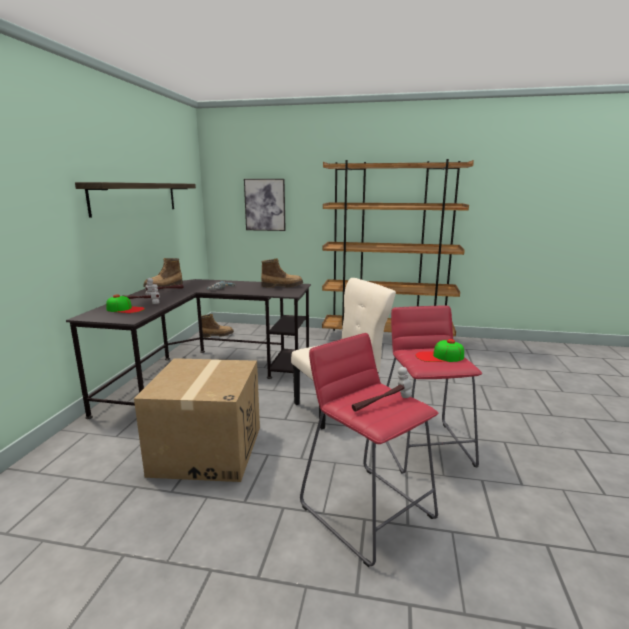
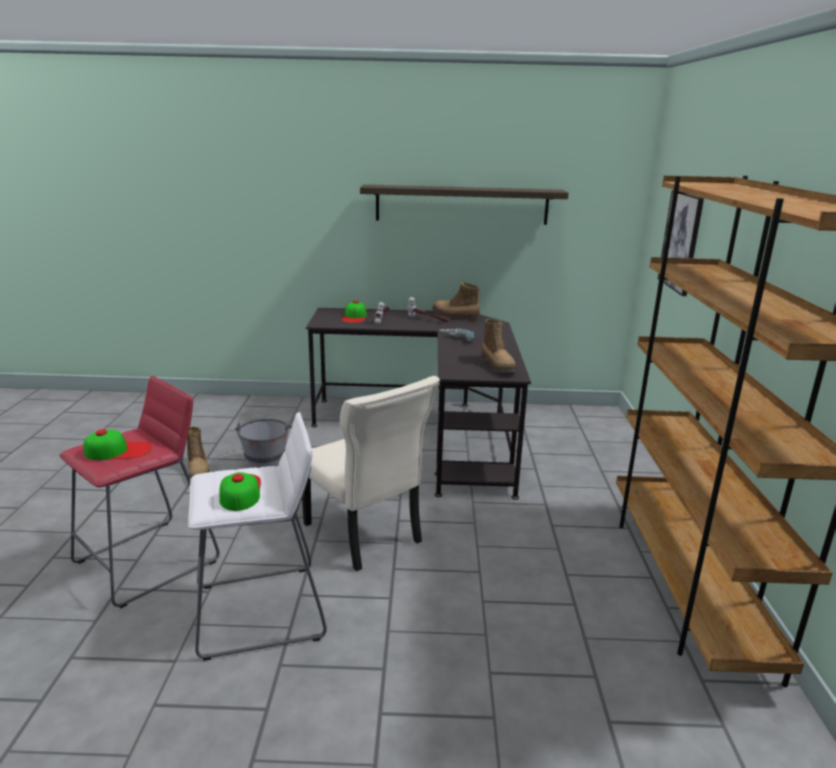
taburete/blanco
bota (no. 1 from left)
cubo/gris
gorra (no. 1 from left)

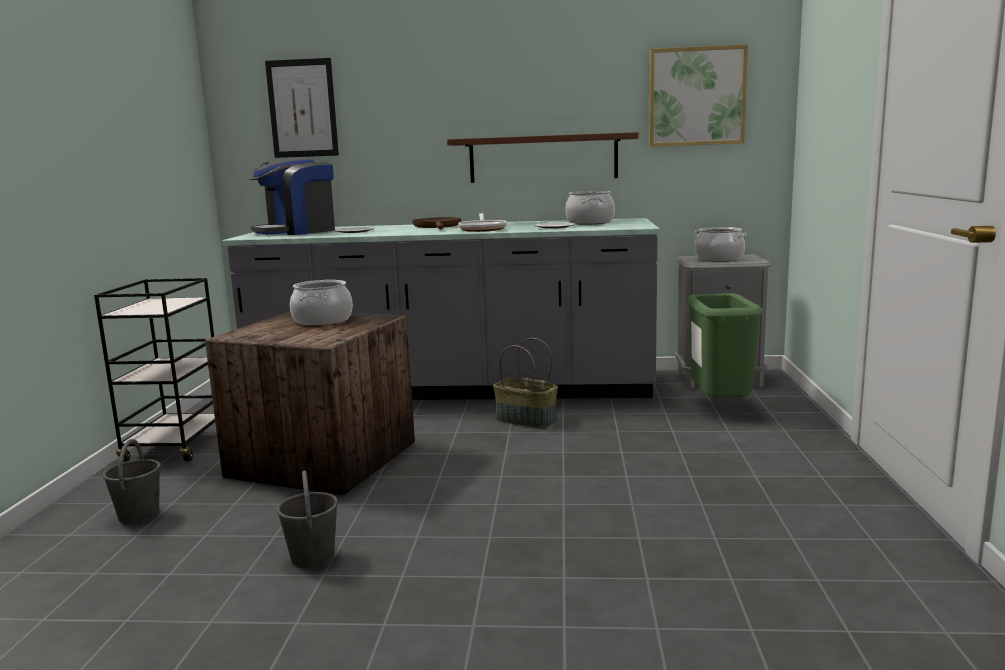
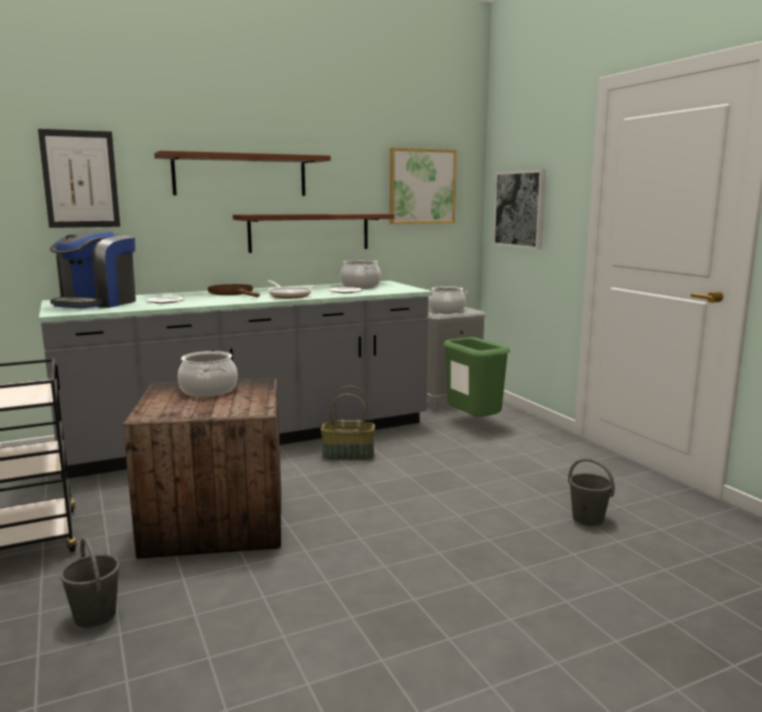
cubo/gris (no. 2 from left)
estante/marrón (no. 1 from left)
cuadro (no. 3 from left)

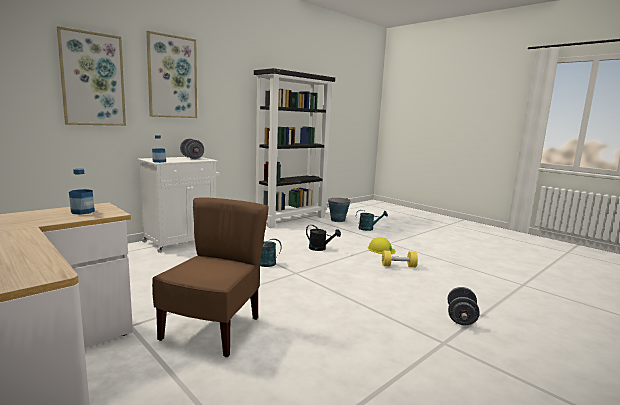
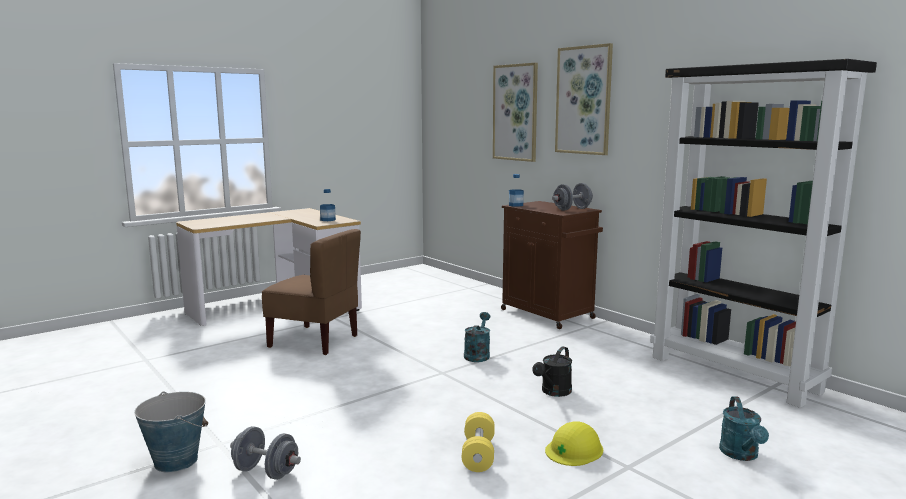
armario/marrón
cubo

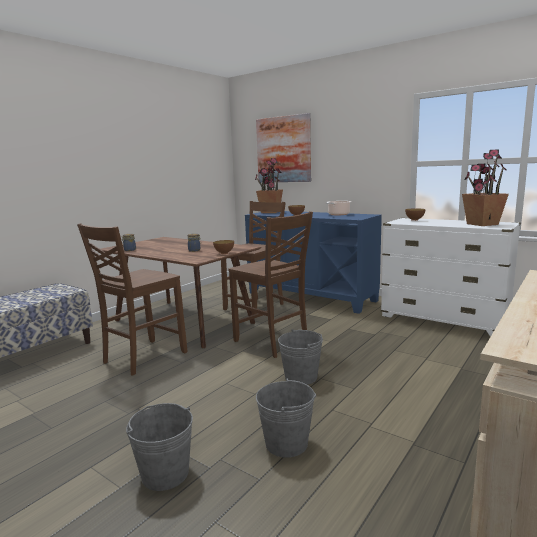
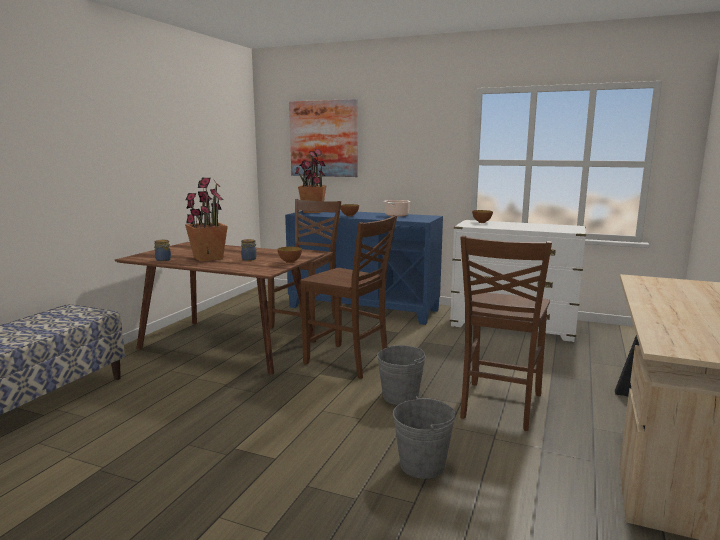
planta en maceta (no. 1 from left)
silla/marrón (no. 3 from left)
cubo/gris (no. 1 from left in the first image)

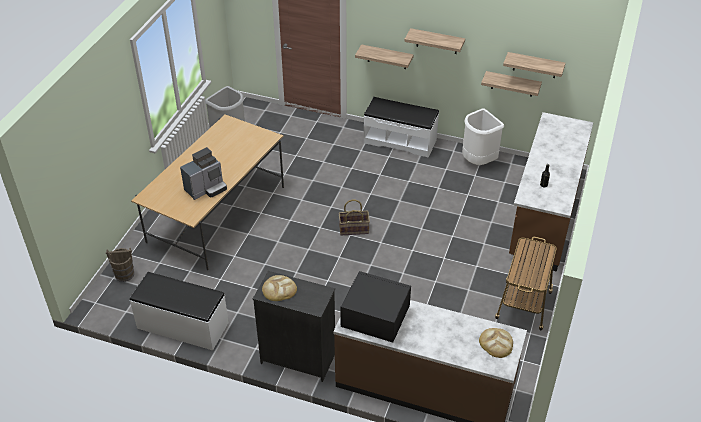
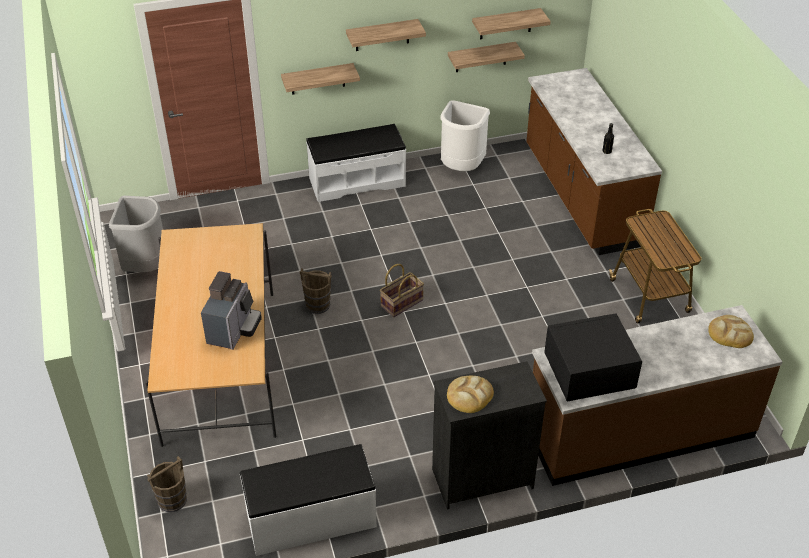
cubo/marrón (no. 2 from left)

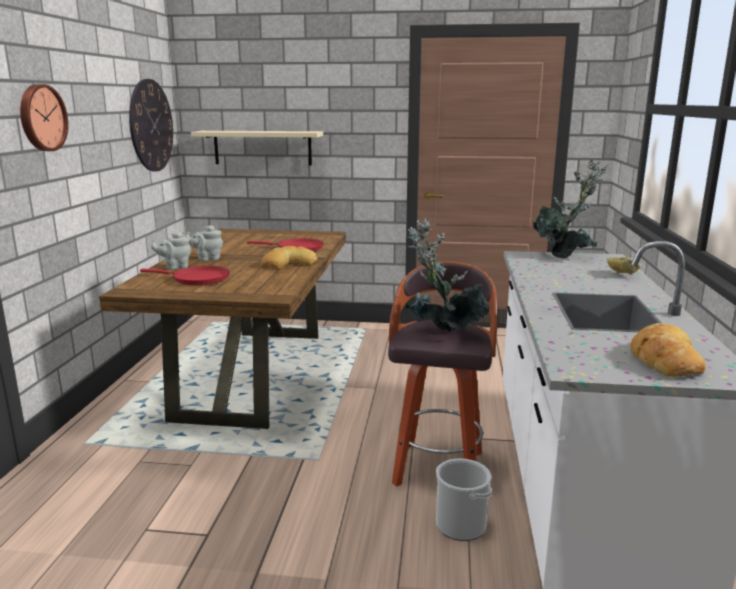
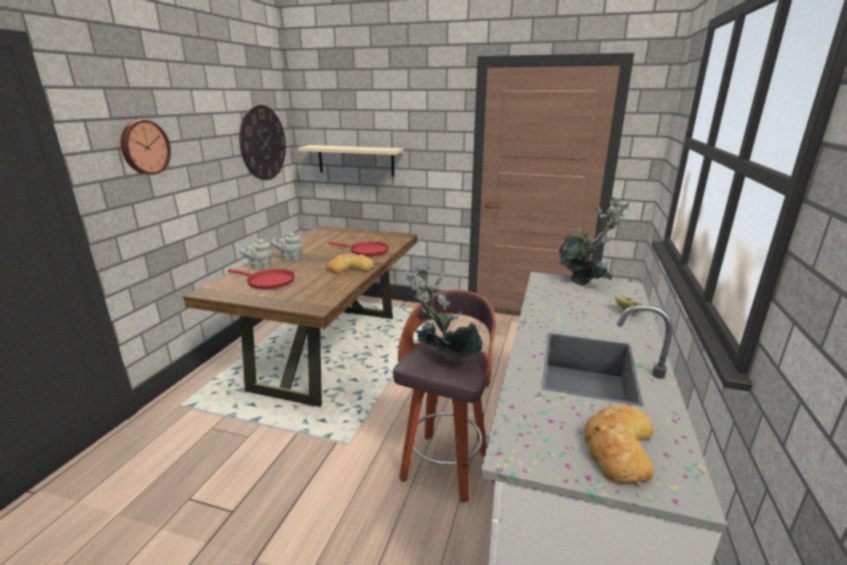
cubo

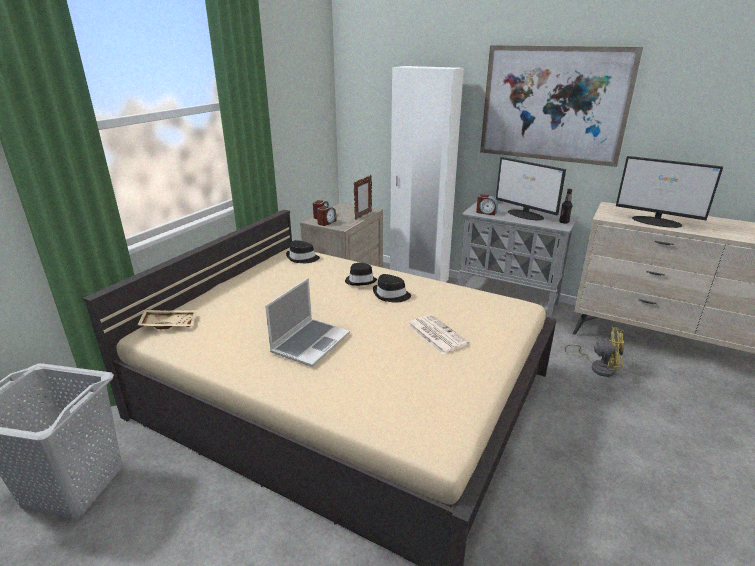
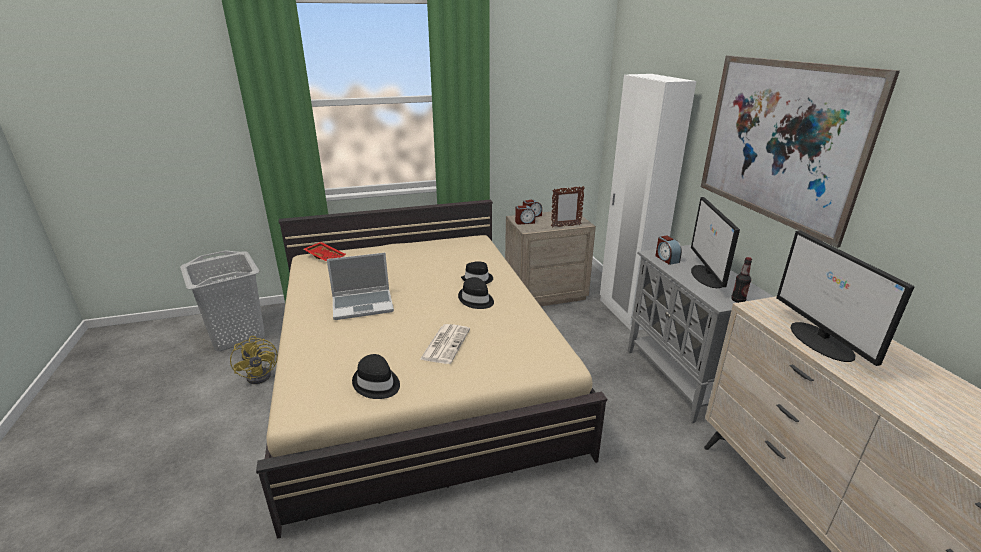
sombrero/negro (no. 1 from left)
bandeja/rojo
ventilador/amarillo

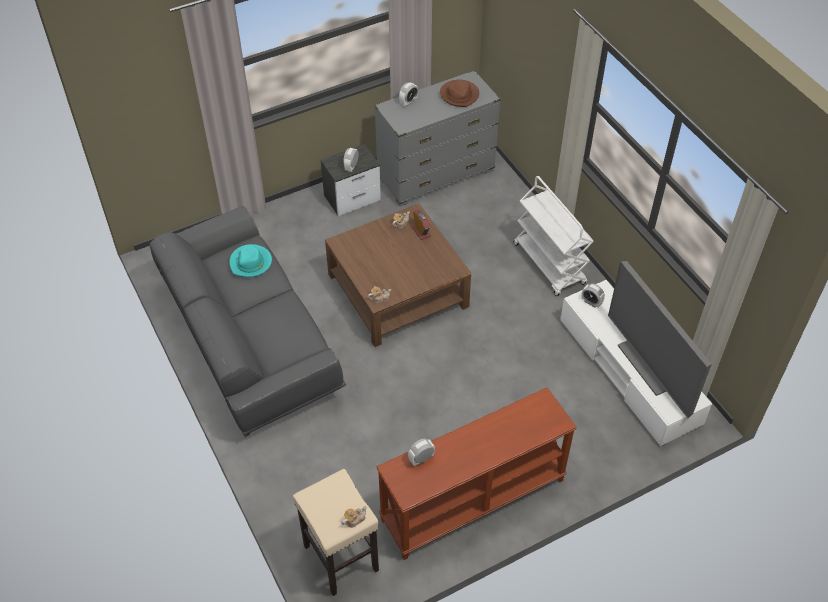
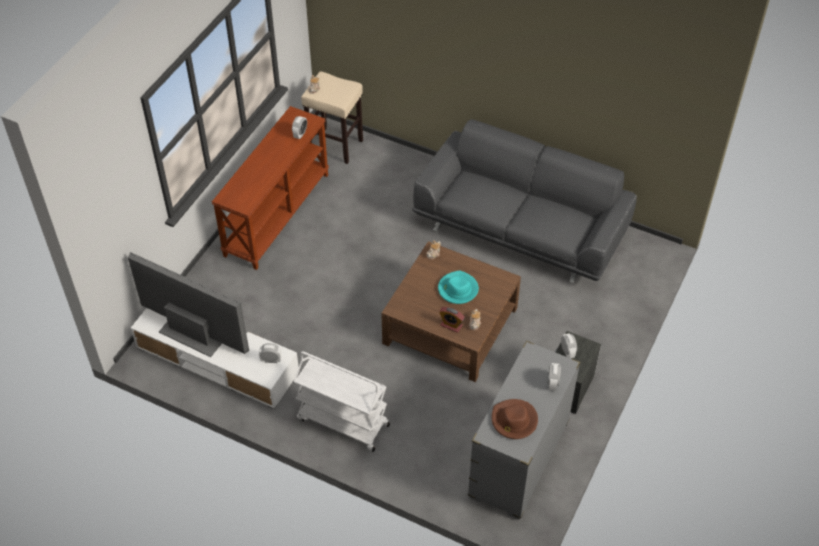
sombrero/turquesa

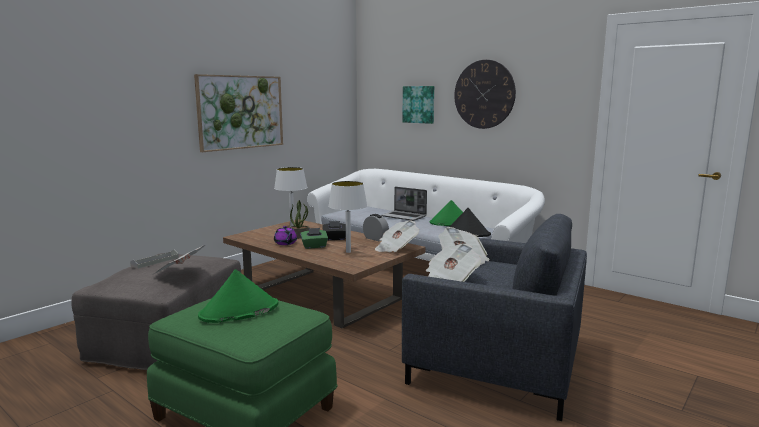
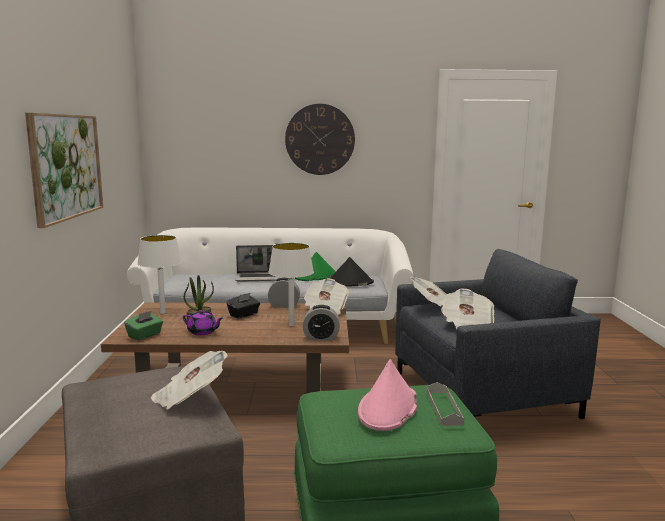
cuadro (no. 2 from left in the first image)
caja de pañuelos/verde
bandeja/gris
sombrero/rosa
despertador (no. 2 from left)

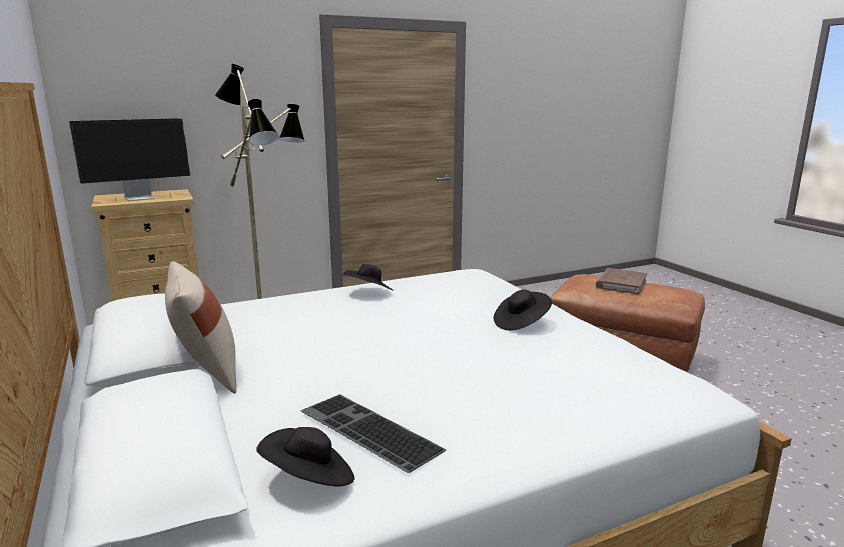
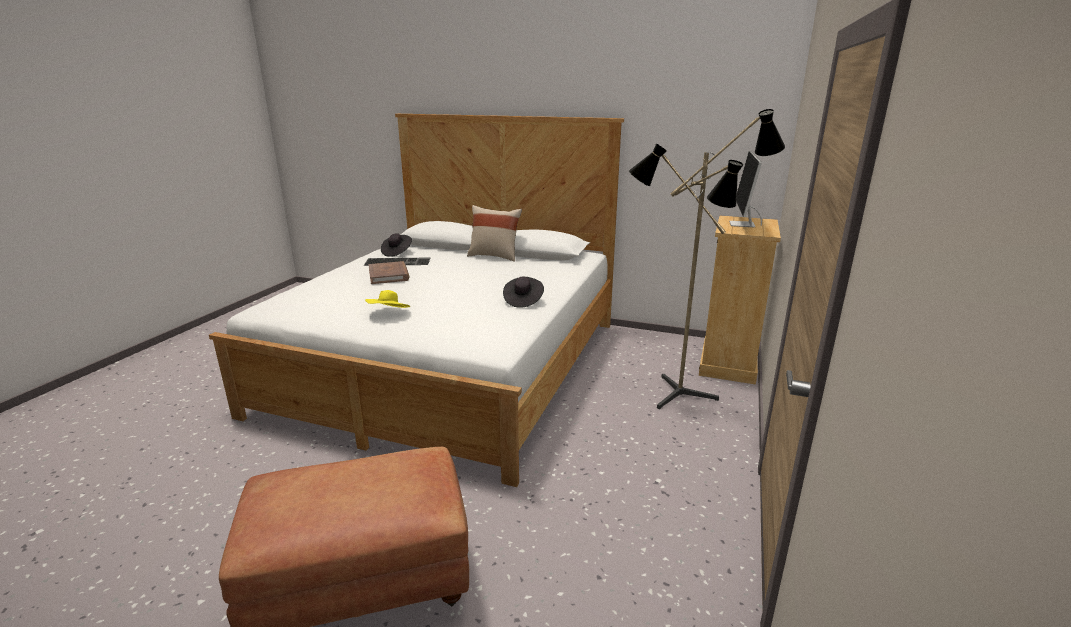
libro/marrón
sombrero/amarillo

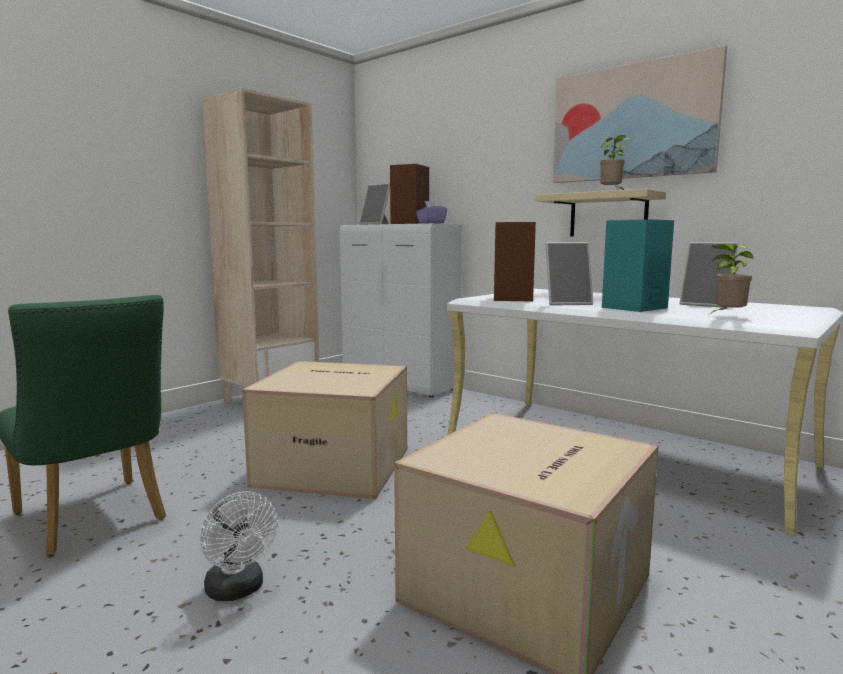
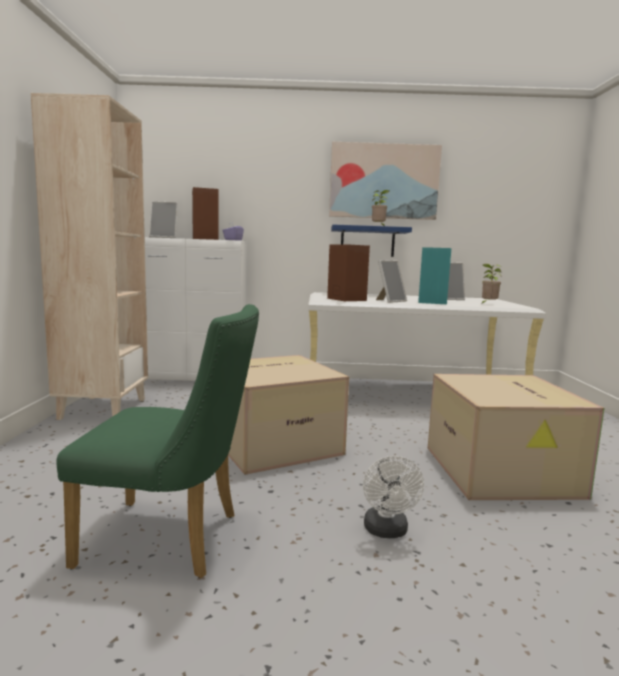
estante/azul
ventilador/blanco

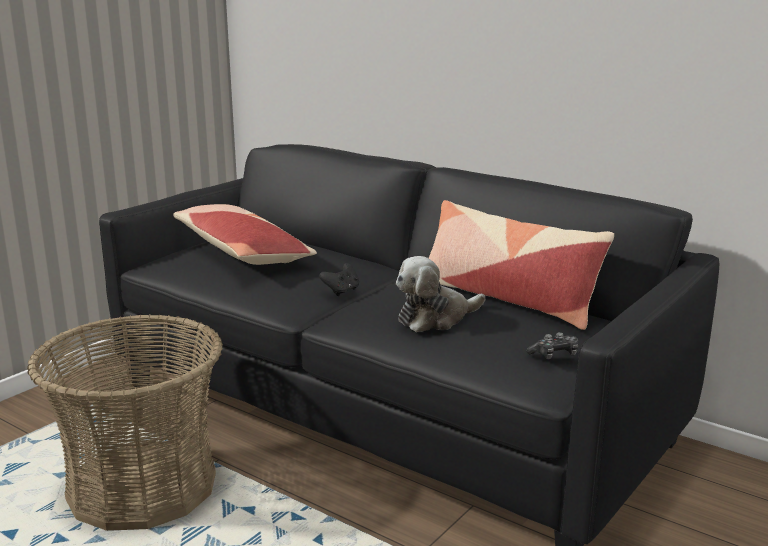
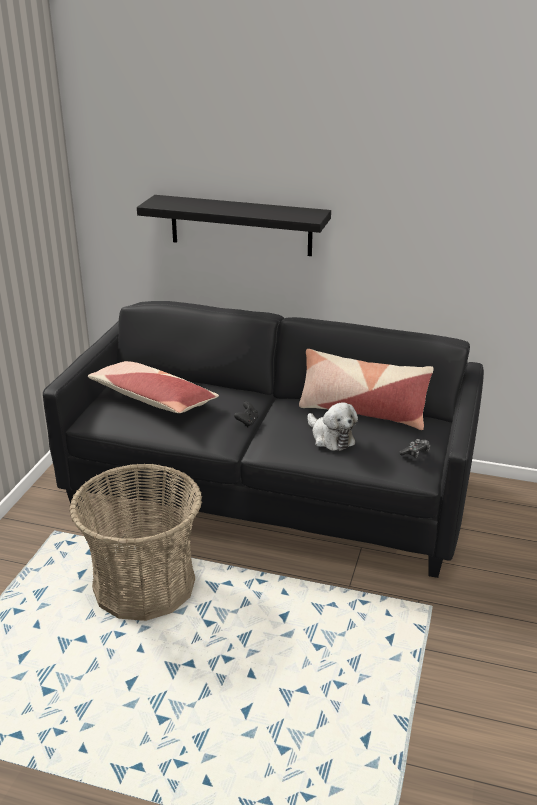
peluche
estante/negro

